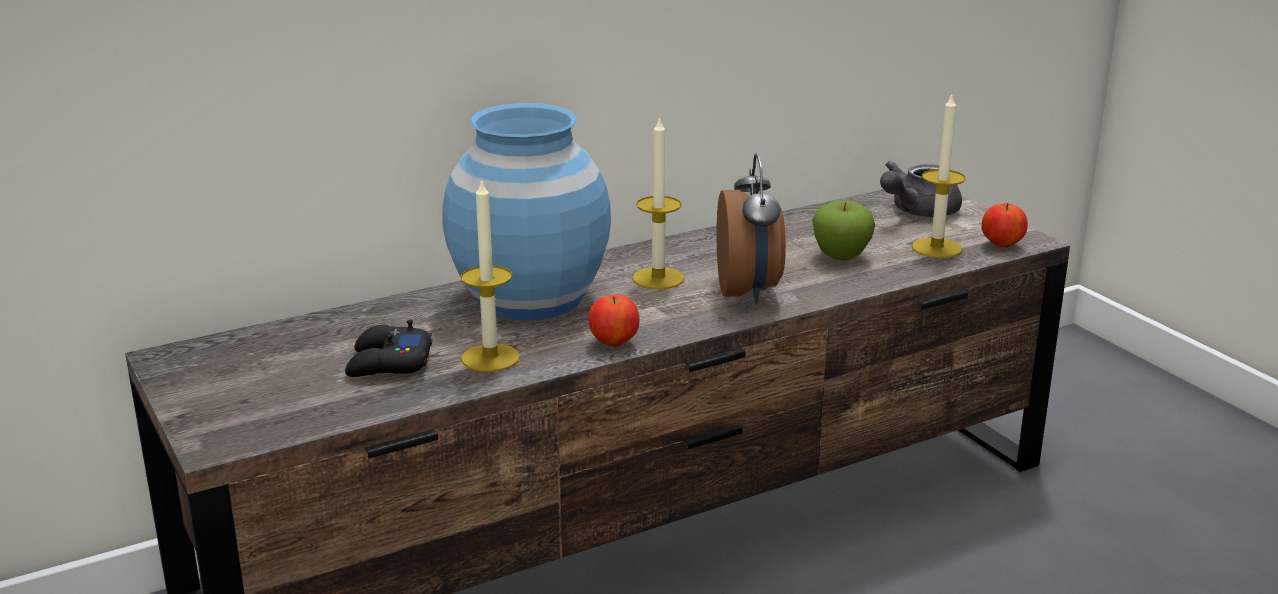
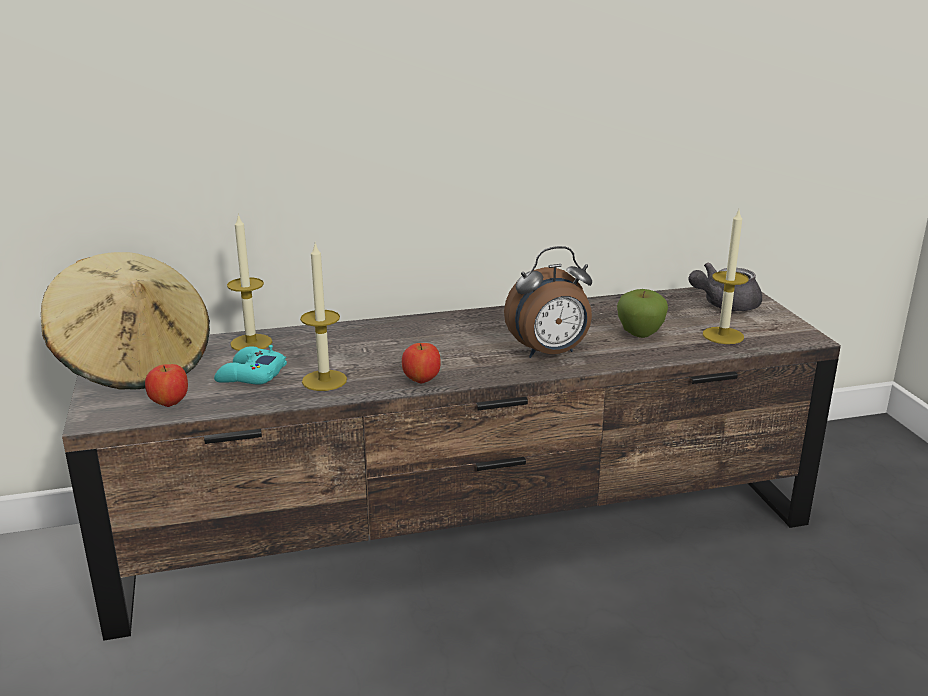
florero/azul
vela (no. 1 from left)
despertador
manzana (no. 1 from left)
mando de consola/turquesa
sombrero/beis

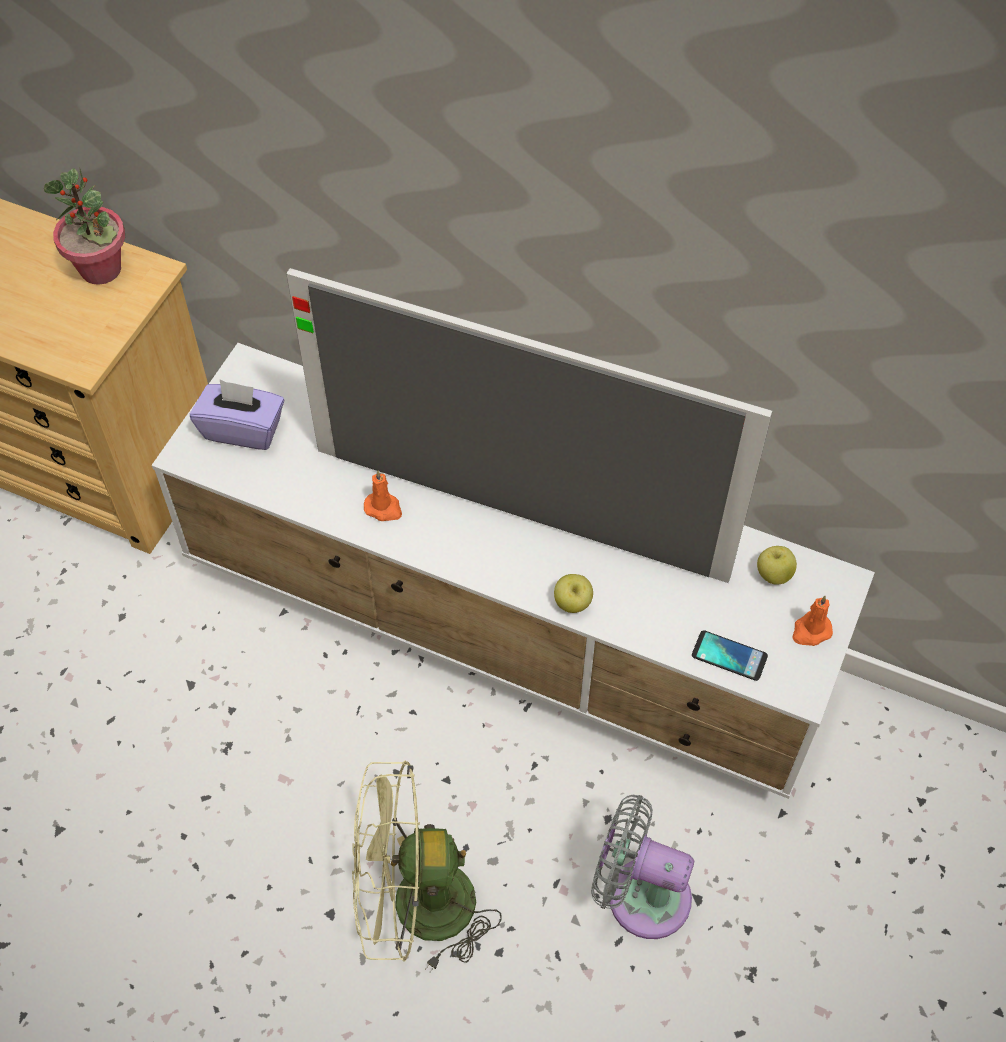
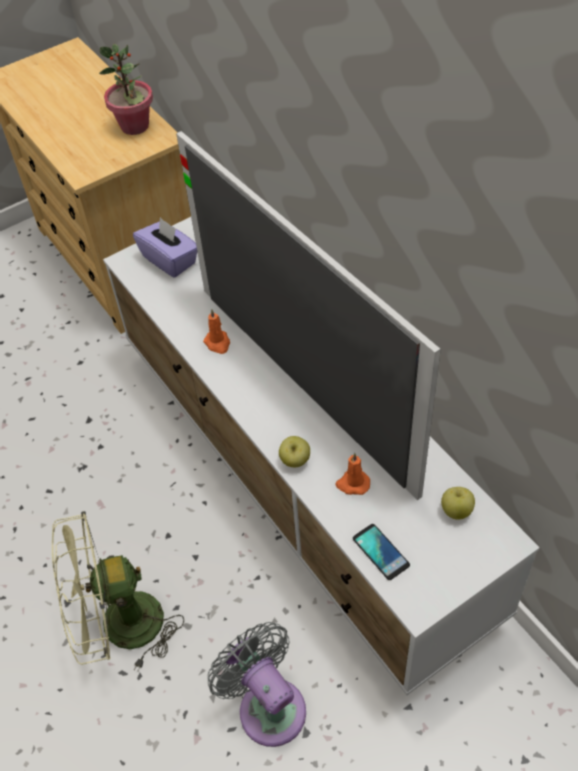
vela/naranja (no. 2 from left)
ventilador/verde

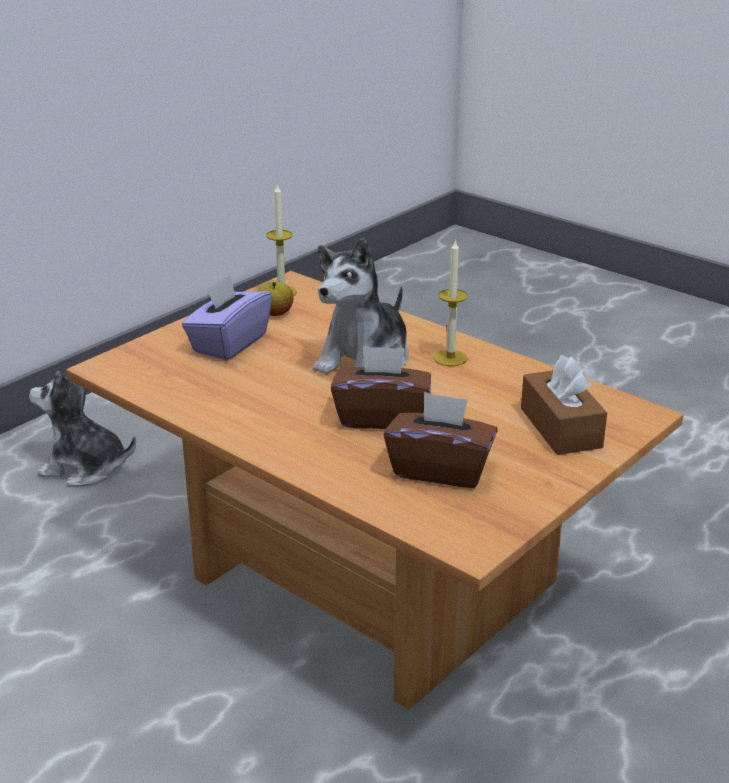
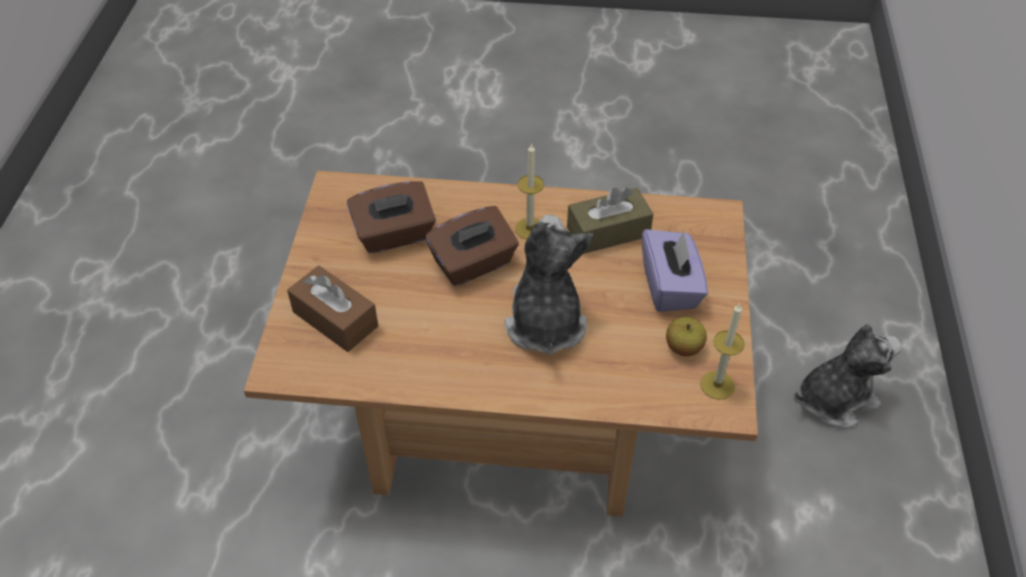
vela (no. 1 from left)
caja de pañuelos/marrón (no. 4 from left)

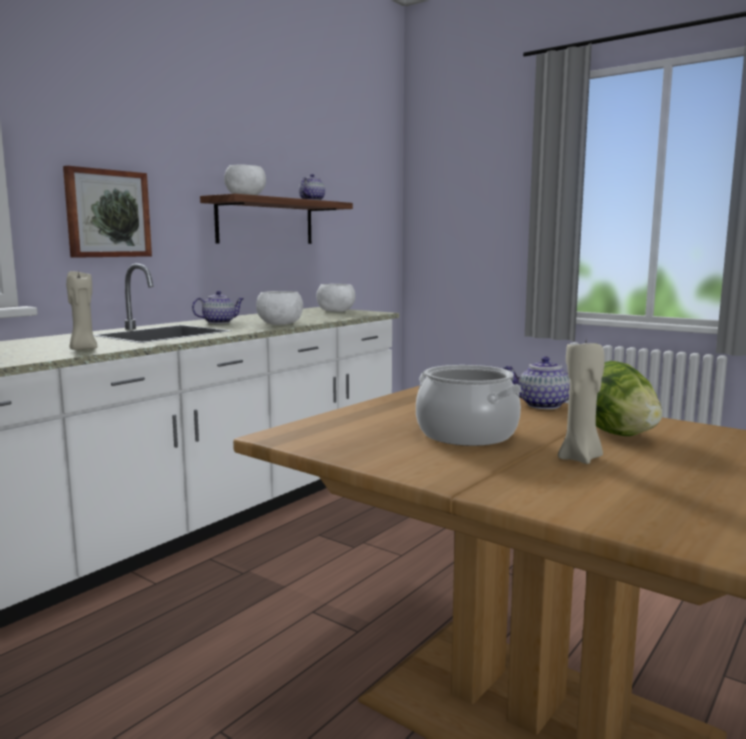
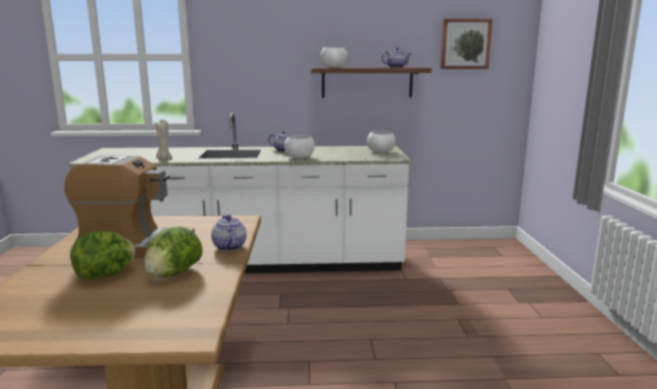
cuadro
lechuga (no. 1 from left)
cafetera

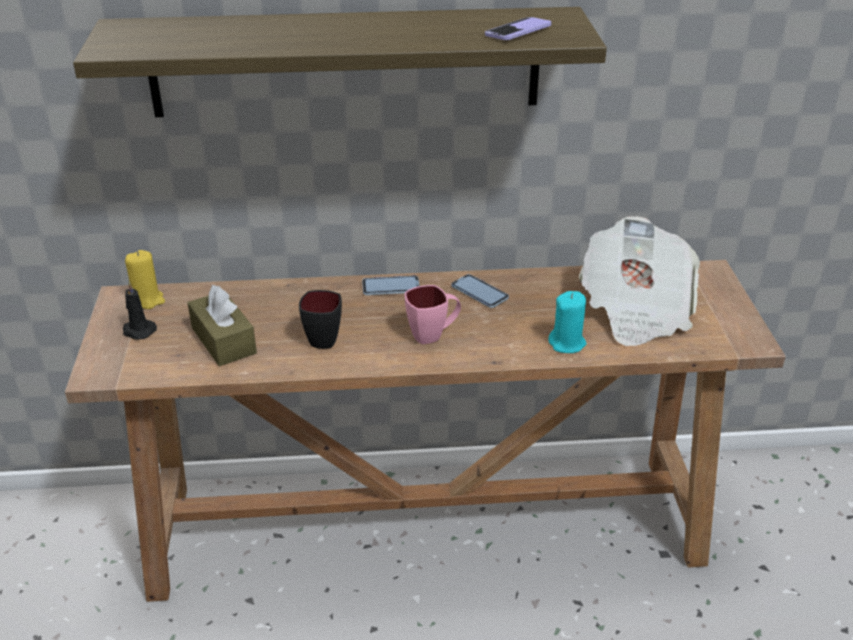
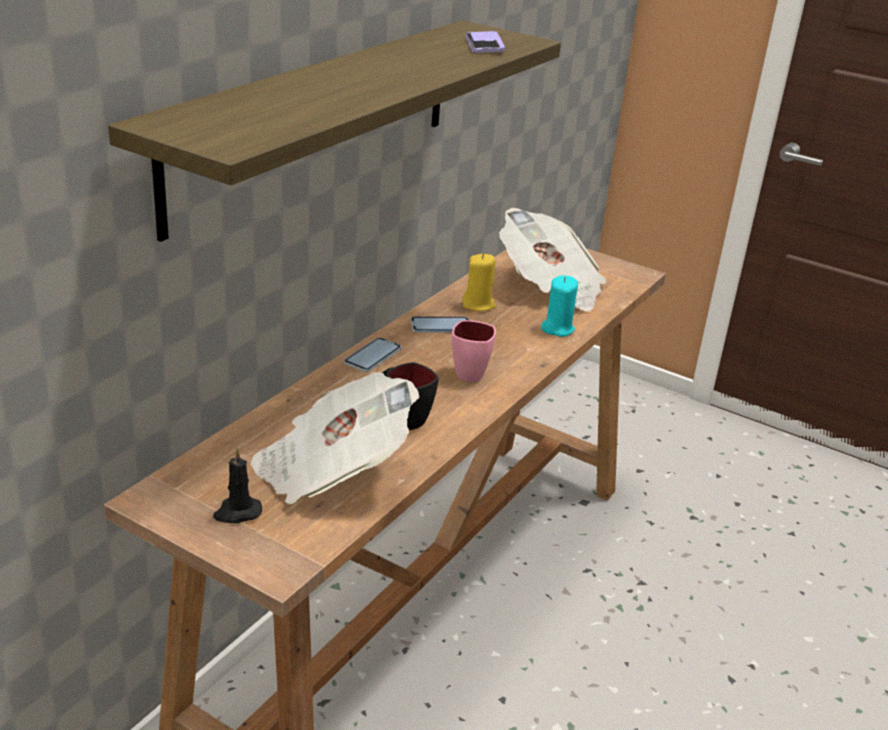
vela/amarillo
periódico (no. 1 from left)

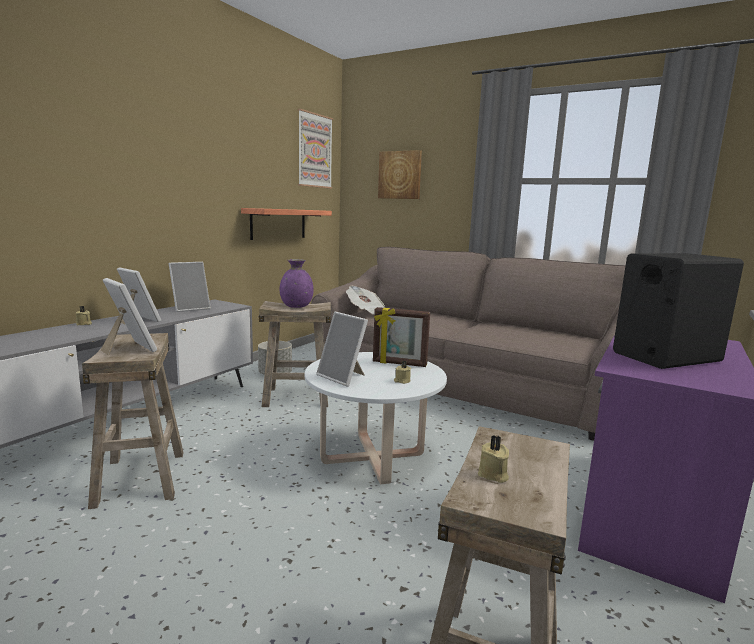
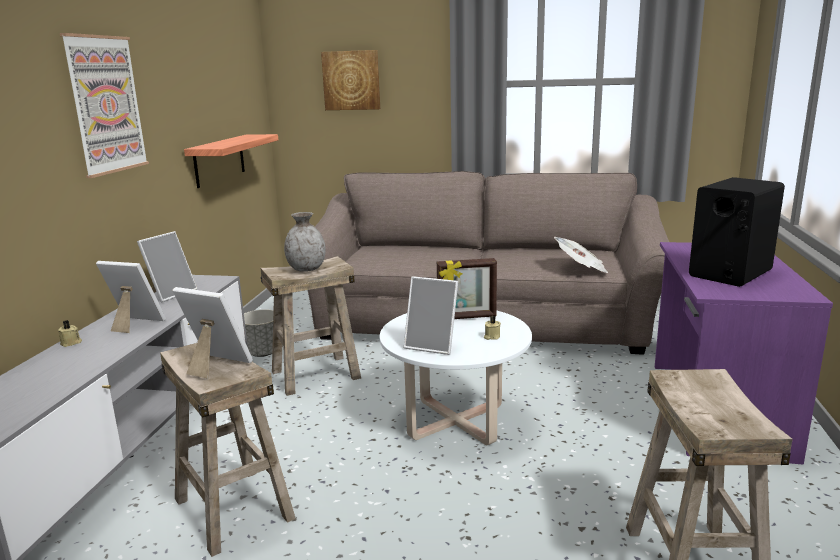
cuadro (no. 1 from left)
florero/gris
periódico
vela/beis (no. 3 from left in the first image)

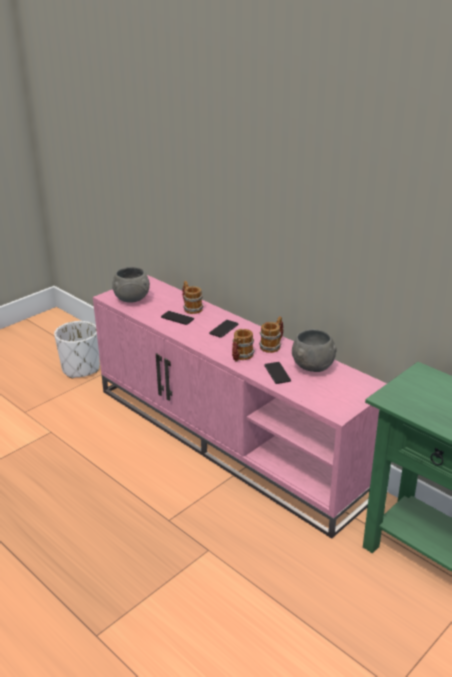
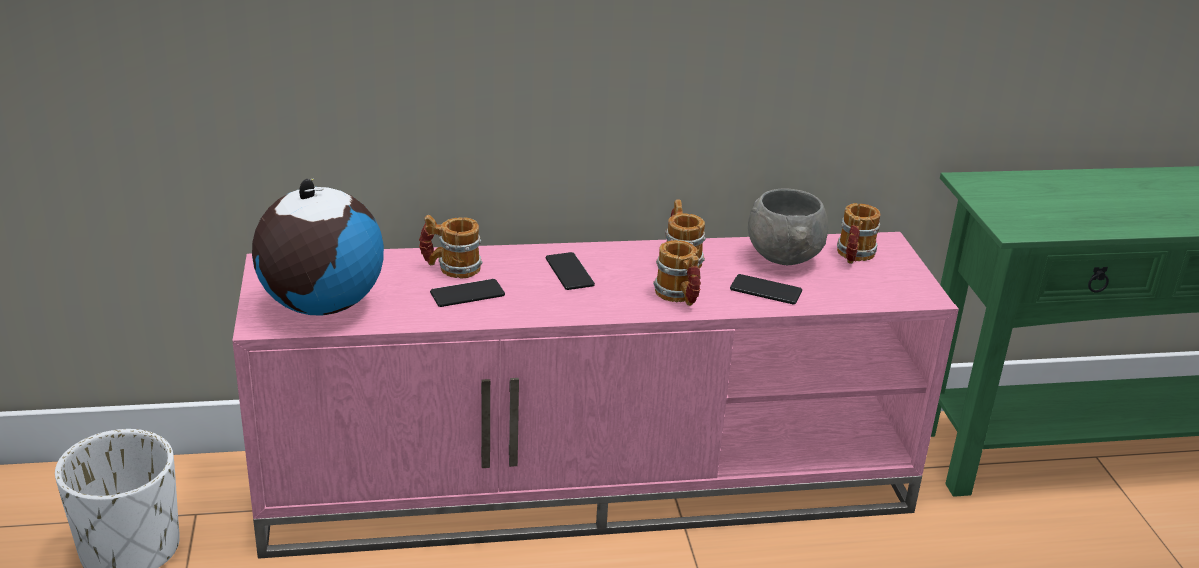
globo terráqueo
taza grande (no. 4 from left)

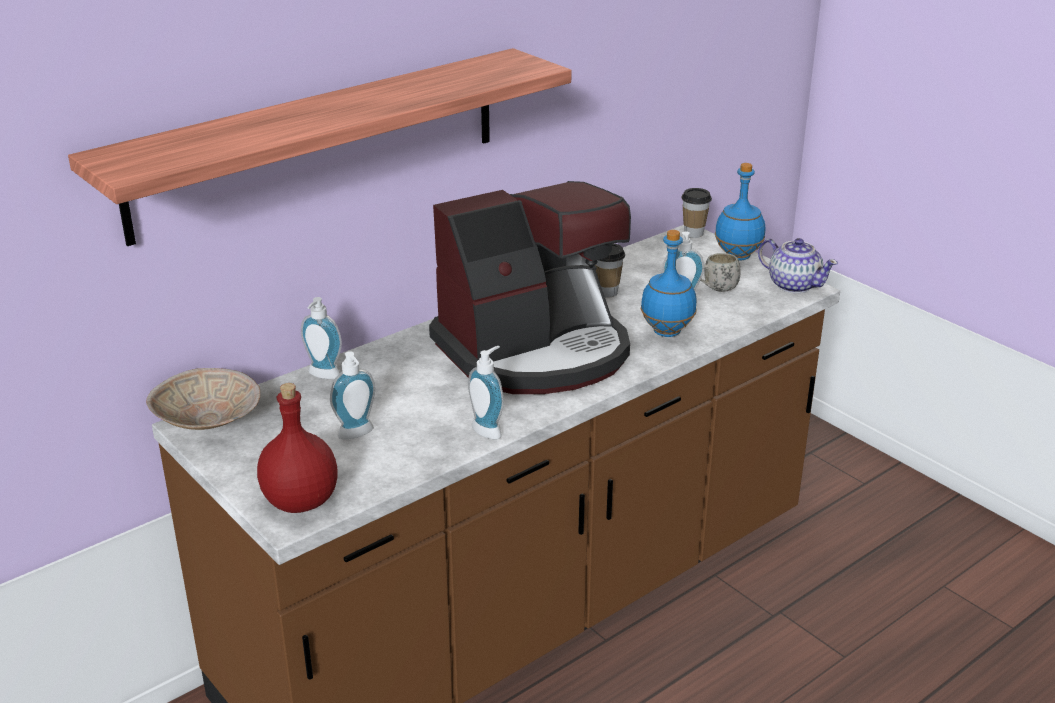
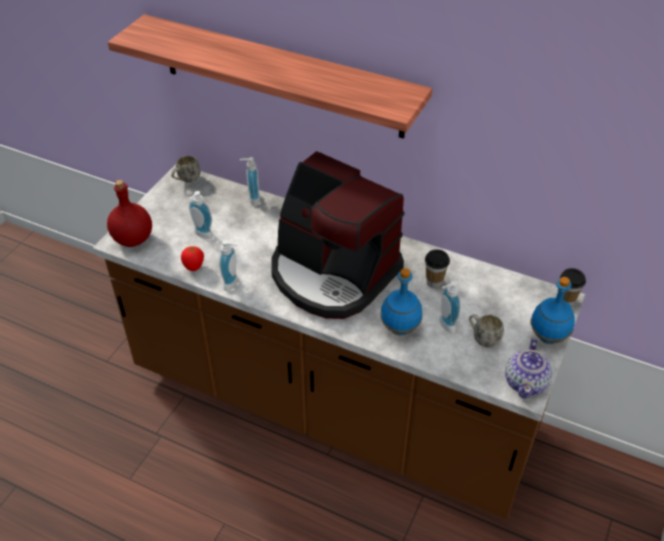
taza grande/blanco (no. 1 from left)
tomate

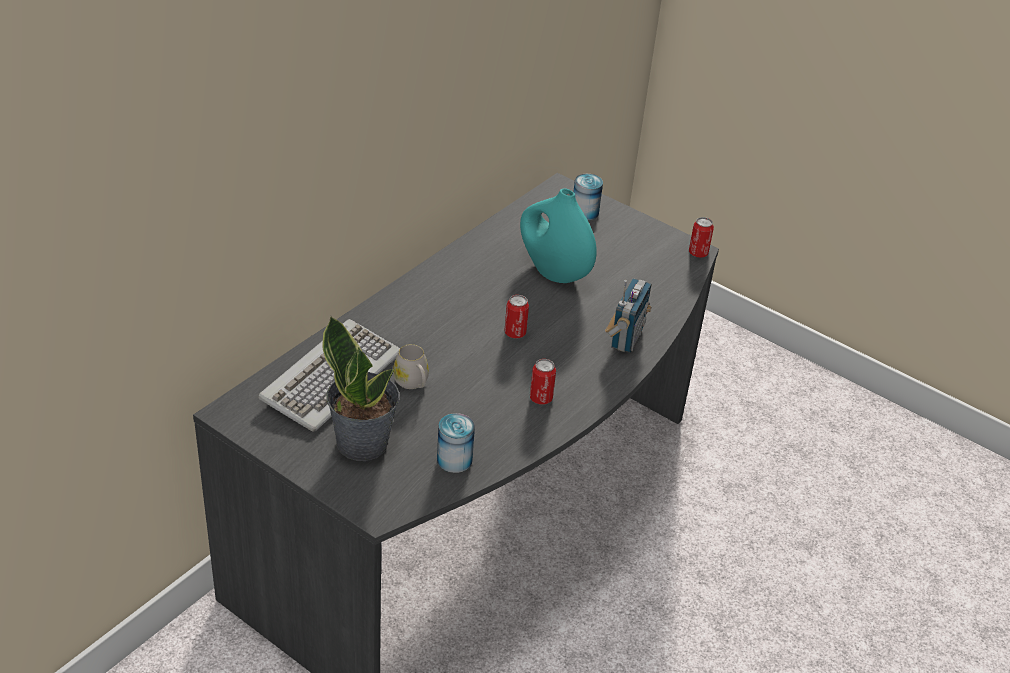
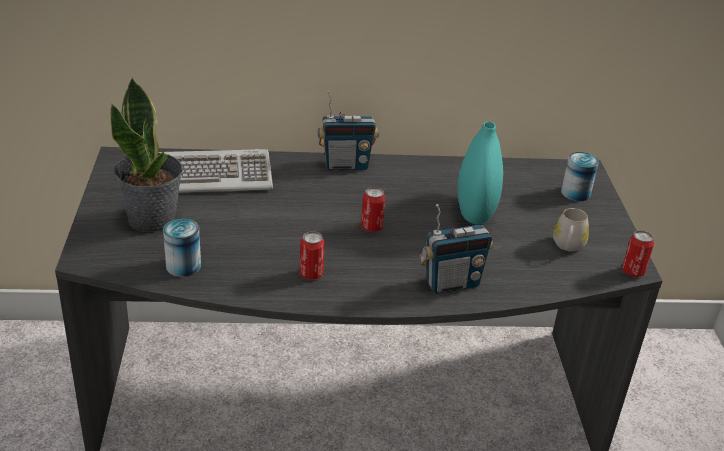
taza grande/blanco
radio (no. 1 from left)

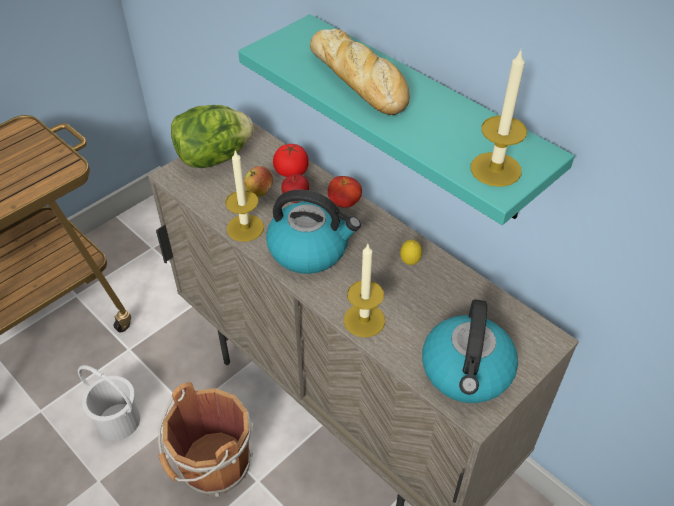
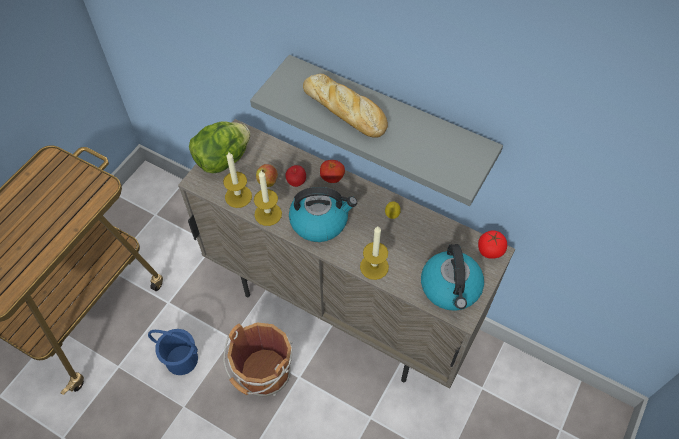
estante/gris
vela (no. 1 from left)
tomate (no. 2 from left)
cubo/azul

